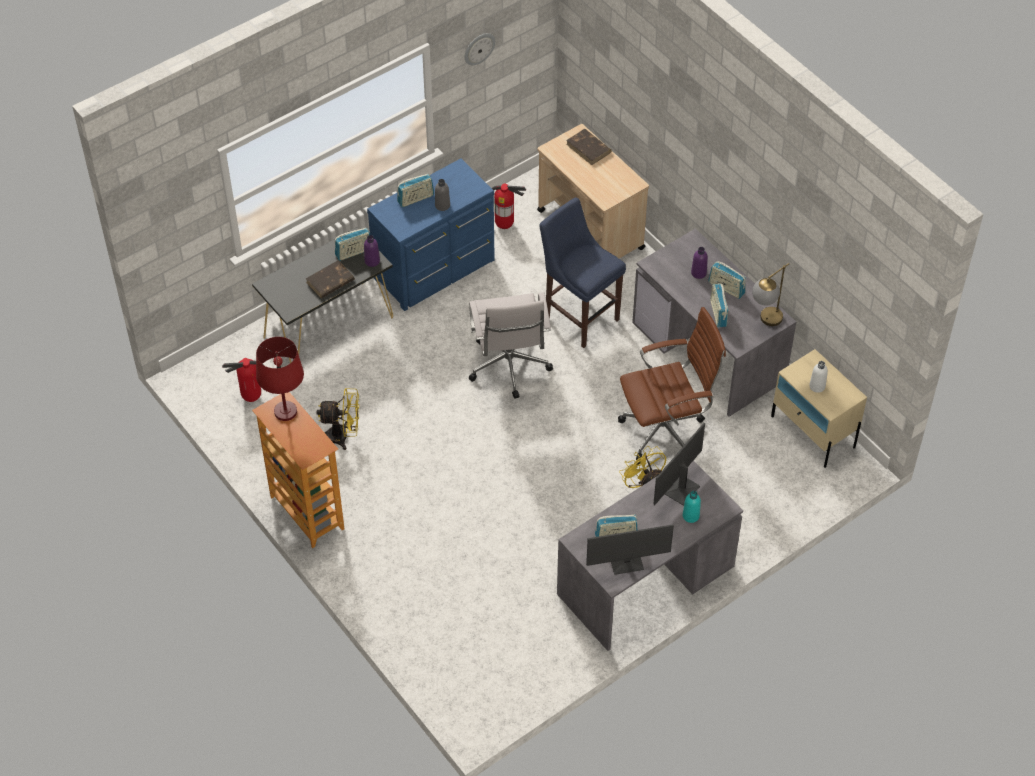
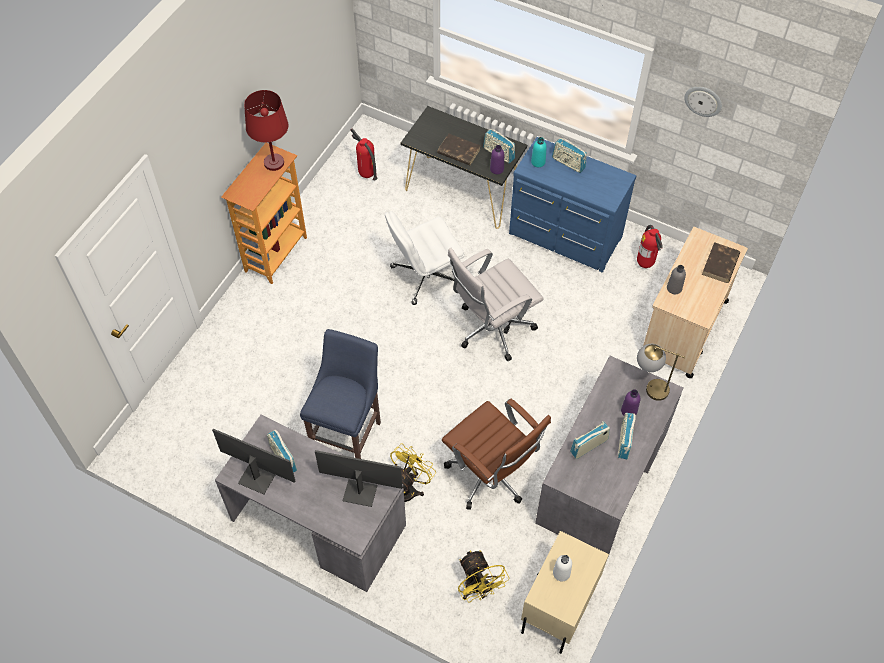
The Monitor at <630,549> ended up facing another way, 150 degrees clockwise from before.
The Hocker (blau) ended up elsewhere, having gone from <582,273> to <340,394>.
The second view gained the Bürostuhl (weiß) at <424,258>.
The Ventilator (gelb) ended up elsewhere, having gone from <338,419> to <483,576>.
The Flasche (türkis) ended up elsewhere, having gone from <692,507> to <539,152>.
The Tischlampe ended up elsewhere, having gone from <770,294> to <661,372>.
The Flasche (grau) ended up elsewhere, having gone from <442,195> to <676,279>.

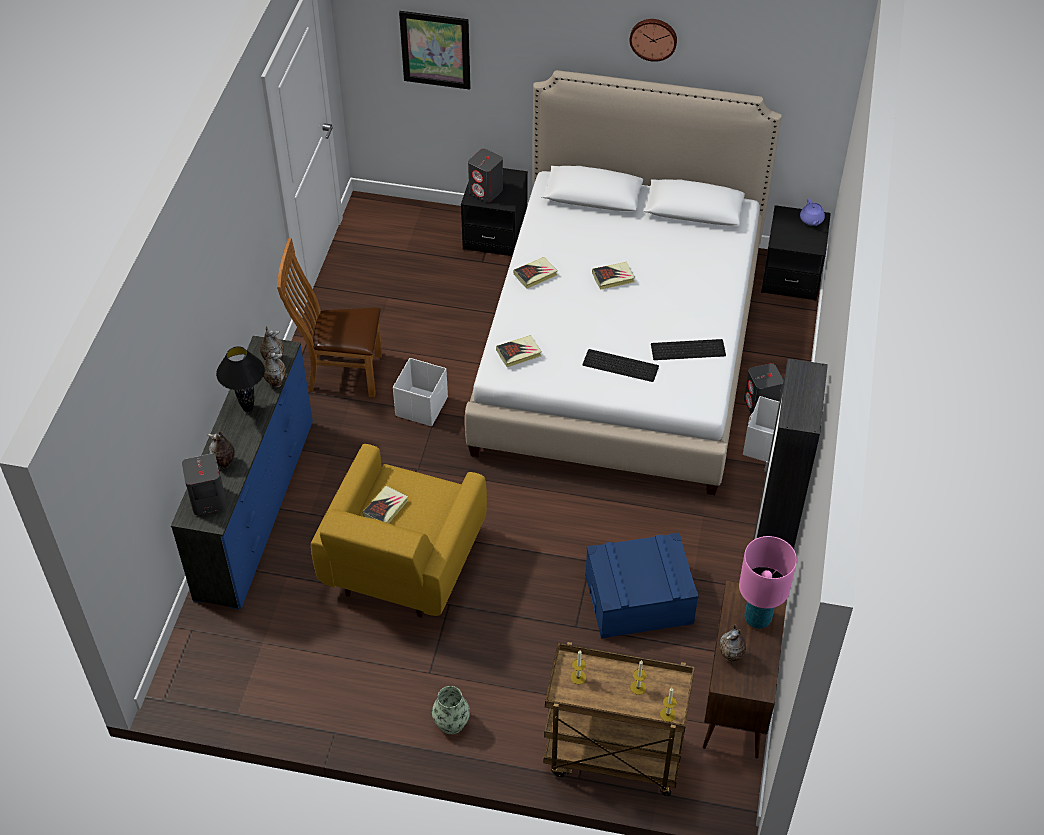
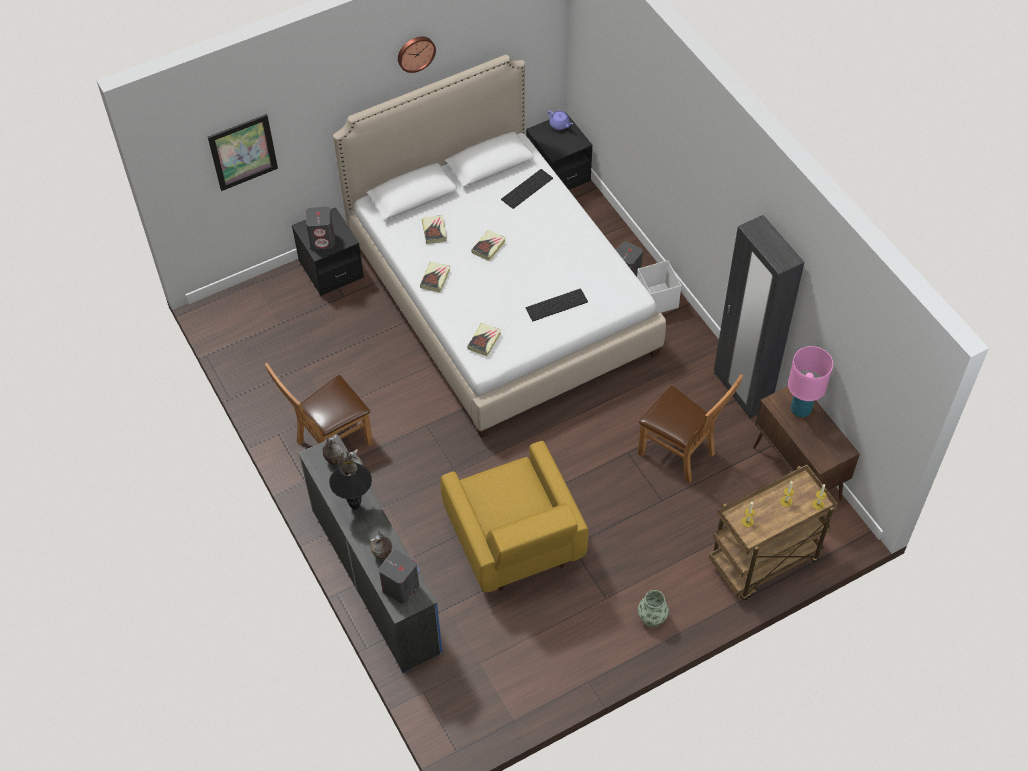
The Buch ended up elsewhere, having gone from <385,504> to <434,229>.
The Tastatur ended up elsewhere, having gone from <688,349> to <527,189>.
Where the Aufbewahrungsbox (blau) stood at <642,586>, the Stuhl (braun) came to stand at <690,428>.
The second view lost the Aufbewahrungsbox (weiß) at <420,392>.
The second view lost the Vase at <733,643>.

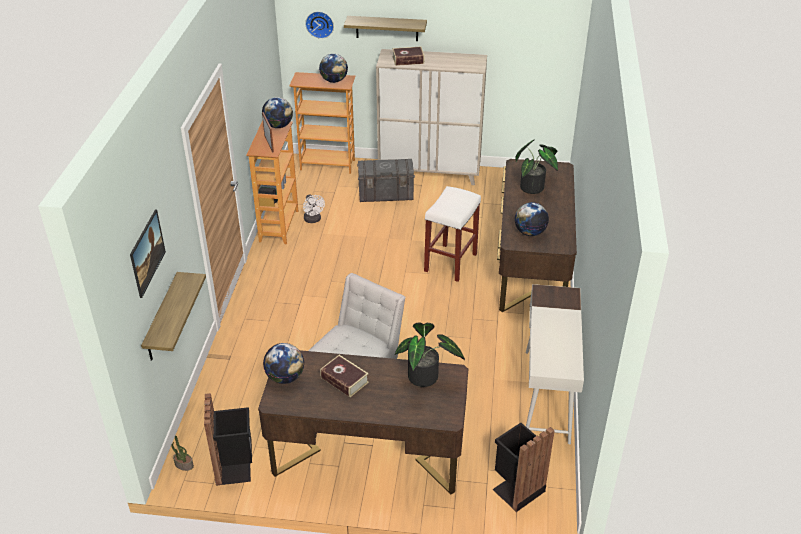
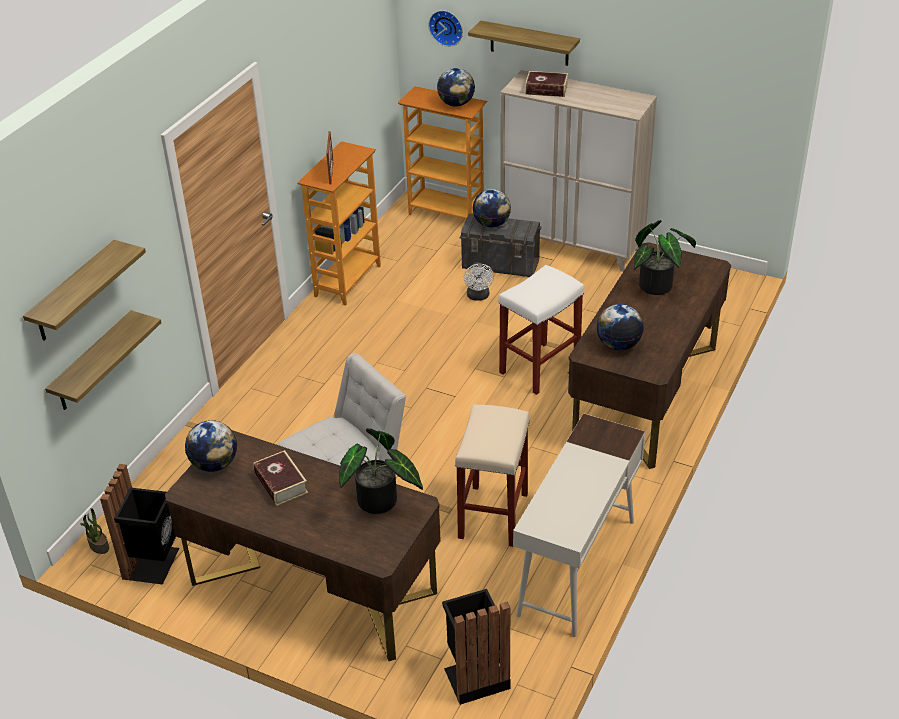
Where the Bild hung at <148,253>, the Wandregal came to hang at <84,290>.
The second view gained the Hocker (beige) at <492,475>.
The Ventilator (weiß) ended up elsewhere, having gone from <314,208> to <479,281>.
The Globus ended up elsewhere, having gone from <277,112> to <491,208>.

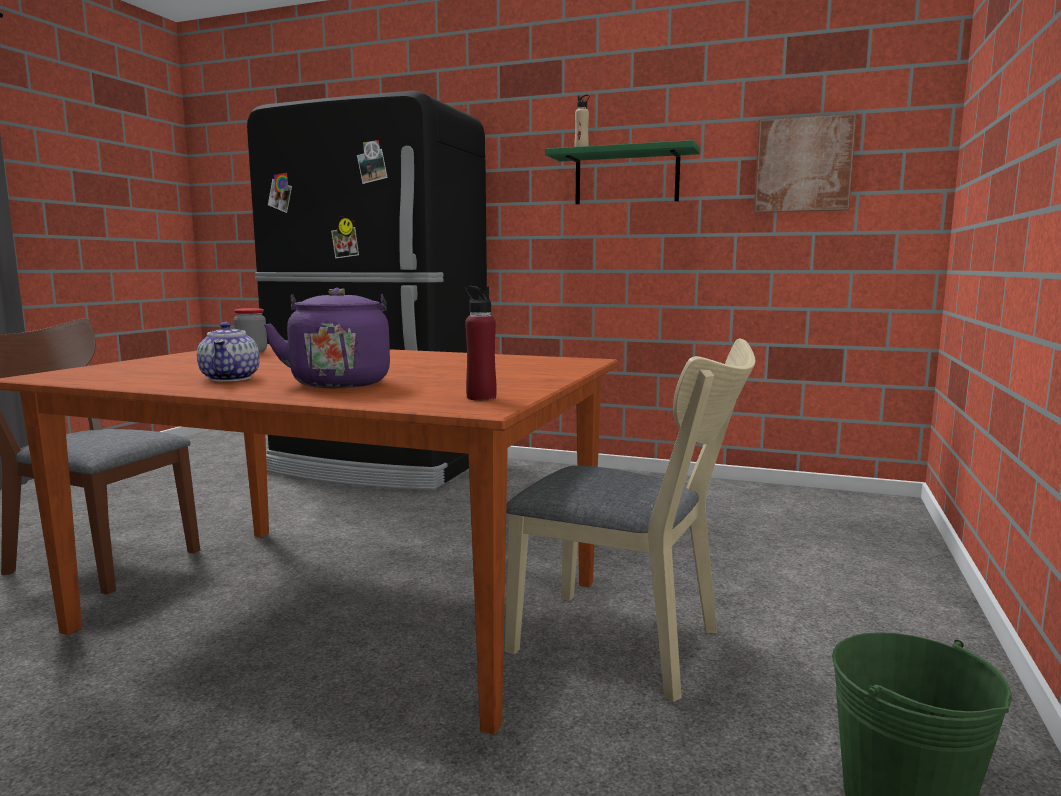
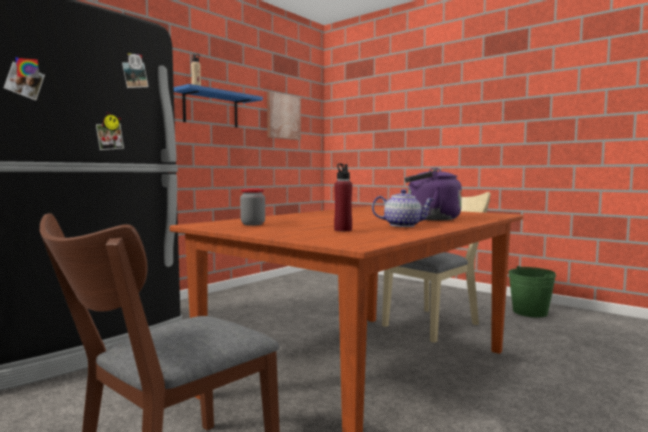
What was the Wandregal (grün) at <622,172> turned into the Wandregal (blau) at <218,105>.
The Flasche (rot) ended up elsewhere, having gone from <481,343> to <343,197>.

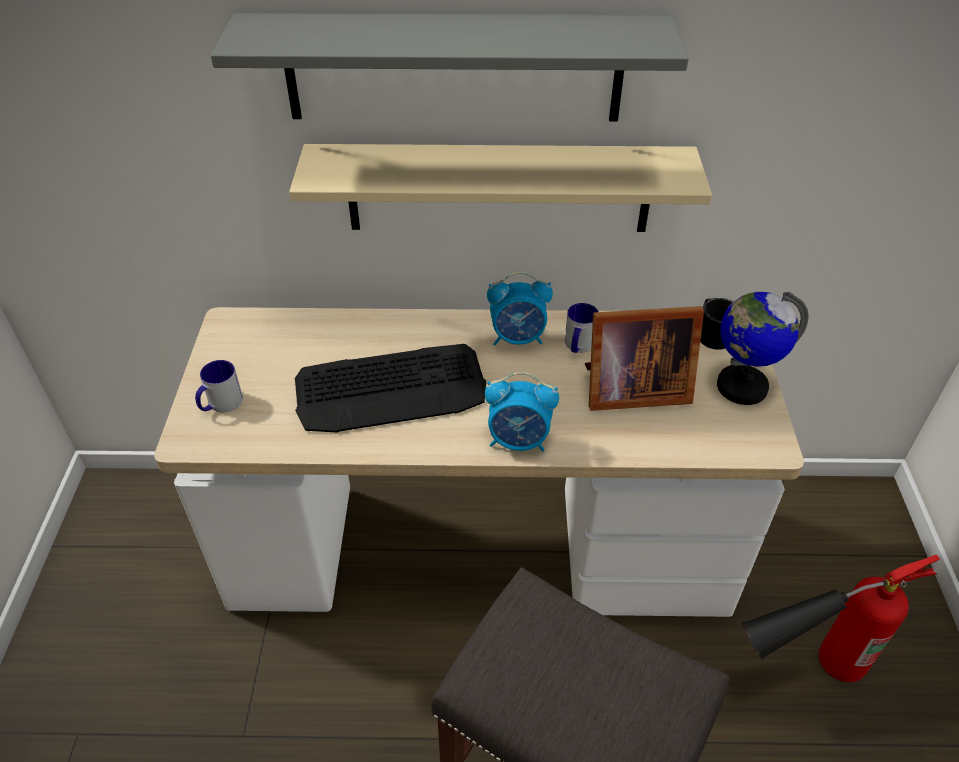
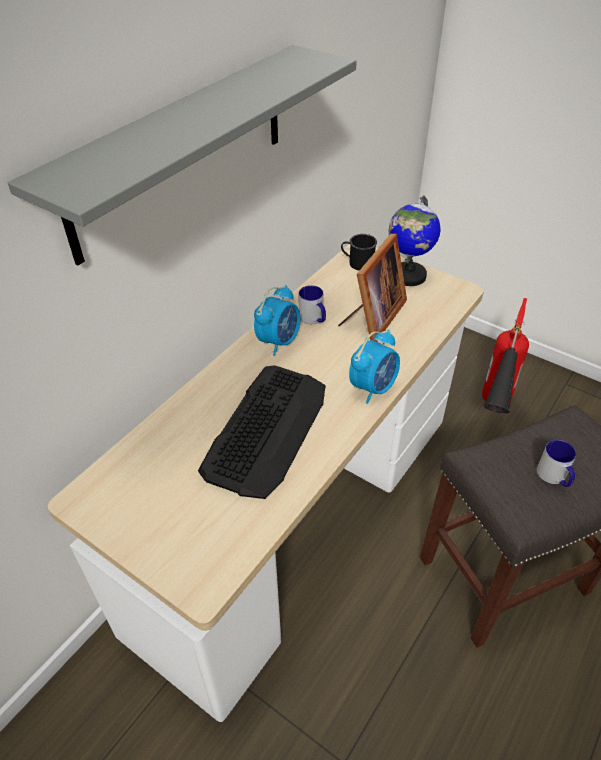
The Henkelbecher ended up elsewhere, having gone from <219,386> to <556,463>.
The second view lost the Wandregal (beige) at <500,188>.

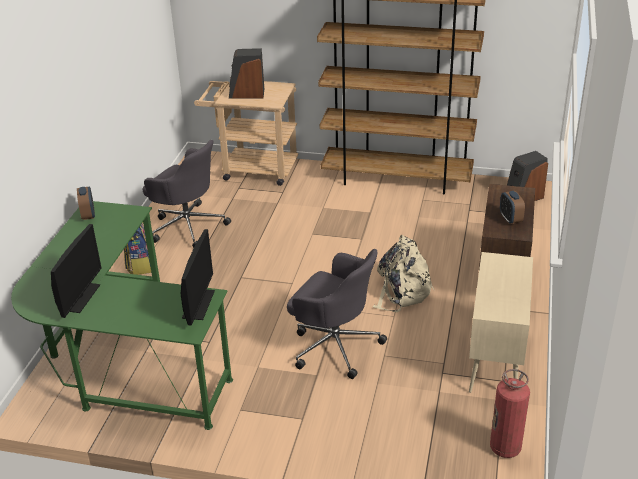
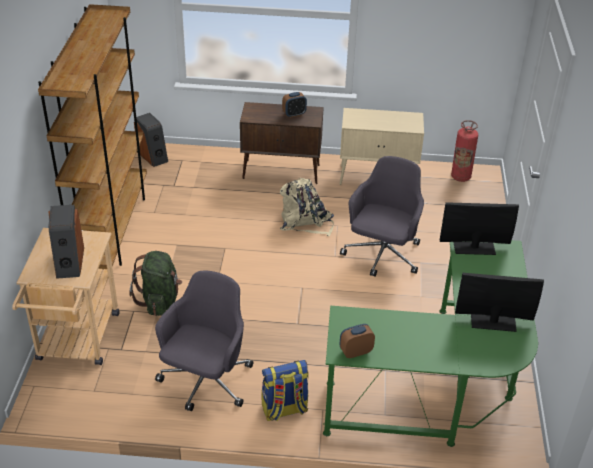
The second view gained the Rucksack (grün) at <155,283>.

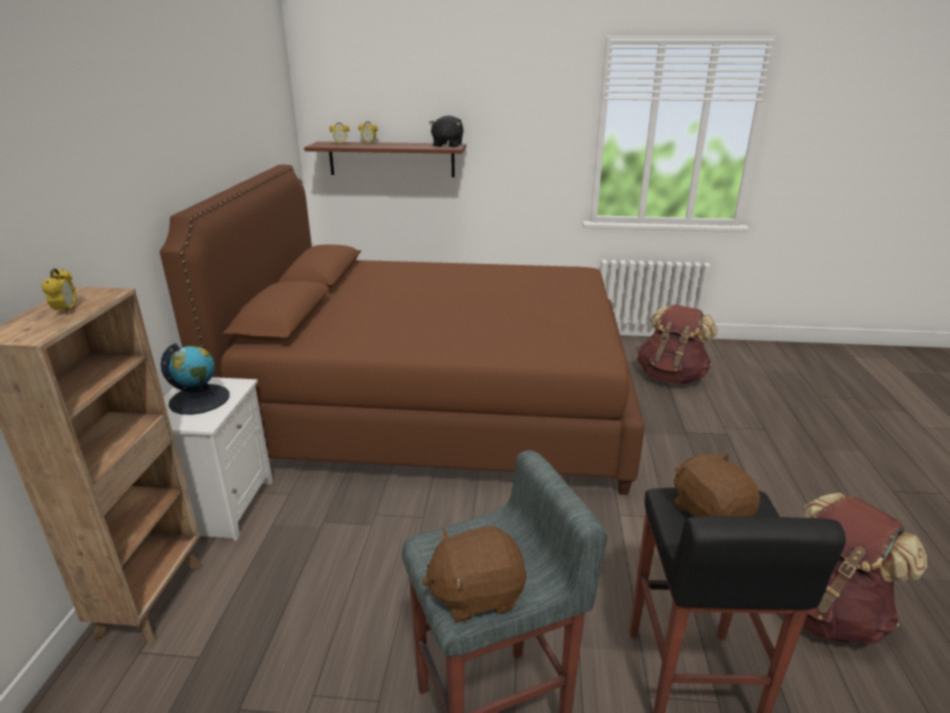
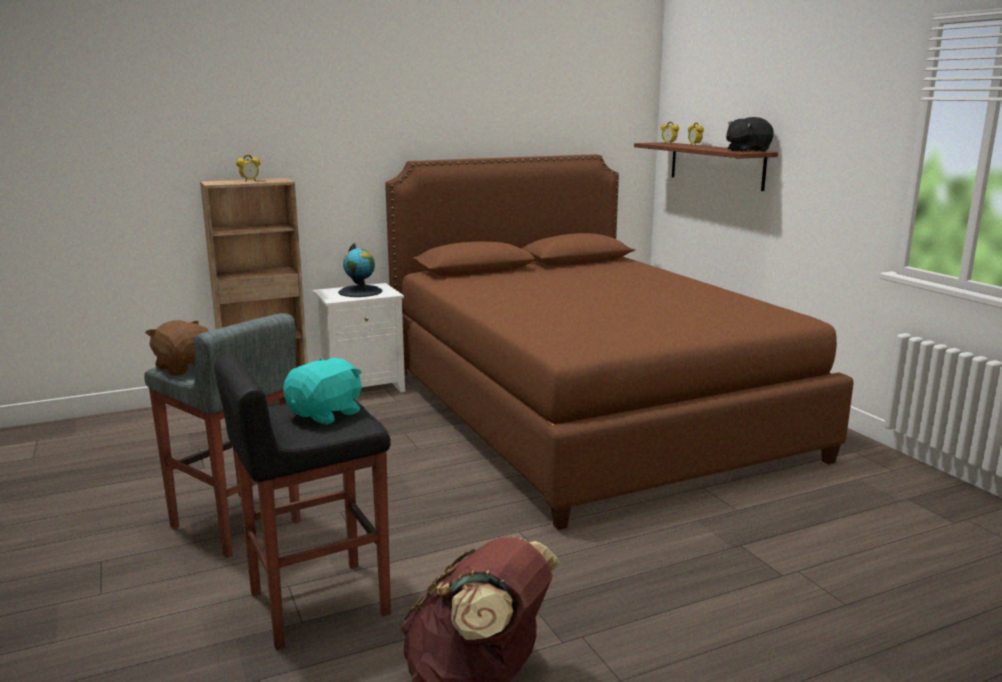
What was the Plüschtier (braun) at <716,485> turned into the Plüschtier (türkis) at <322,391>.
The second view lost the Rucksack (braun) at <677,344>.

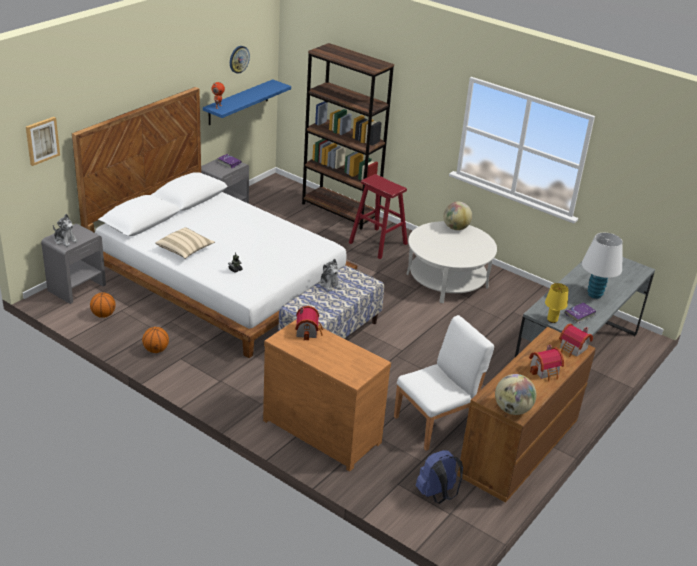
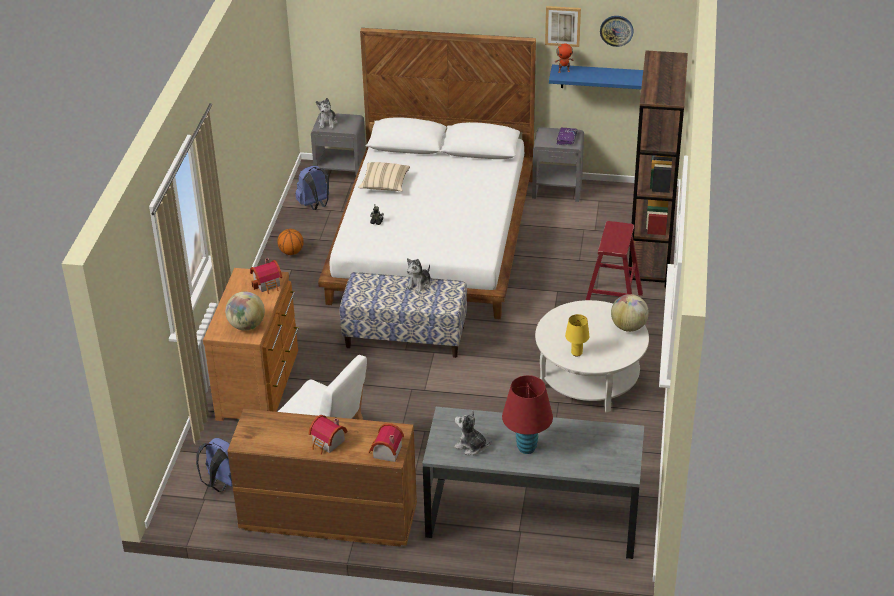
The Globus ended up elsewhere, having gone from <515,394> to <245,311>.
Where the Basketball stood at <103,305>, the Rucksack (blau) came to stand at <312,188>.
Where the Buch (lila) stood at <580,313>, the Plüschtier came to stand at <472,432>.
What was the Tischlampe (weiß) at <602,266> turned into the Tischlampe (rot) at <527,414>.
The Bild ended up elsewhere, having gone from <43,141> to <563,26>.
The Tischlampe (gelb) ended up elsewhere, having gone from <557,303> to <577,335>.

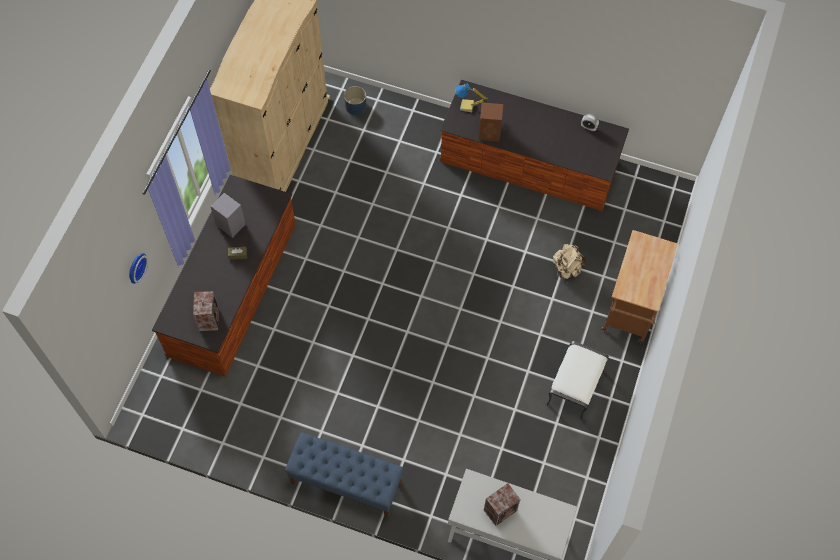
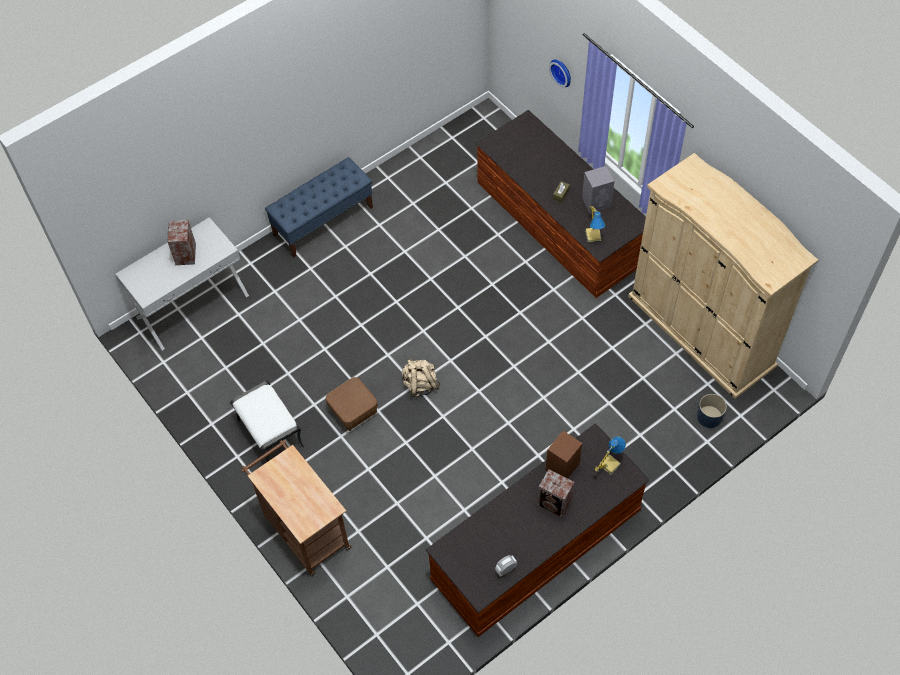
The second view gained the Polsterhocker (braun) at <352,404>.
The Rucksack (beige) ended up elsewhere, having gone from <569,261> to <421,377>.
The Lautsprecher ended up elsewhere, having gone from <206,311> to <556,494>.
The second view gained the Tischlampe at <595,223>.

